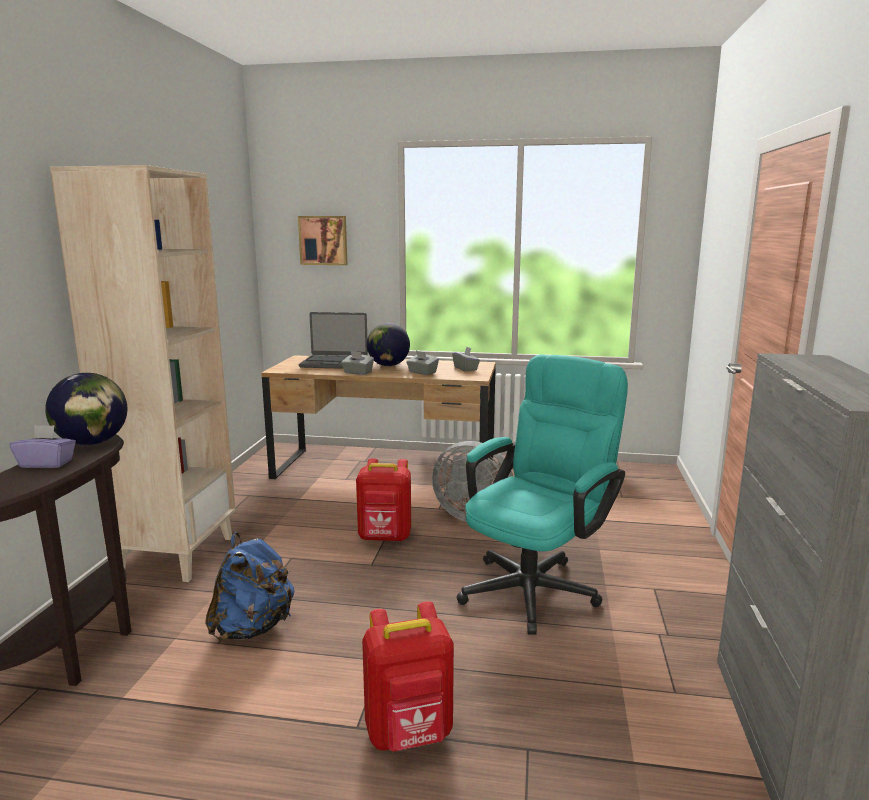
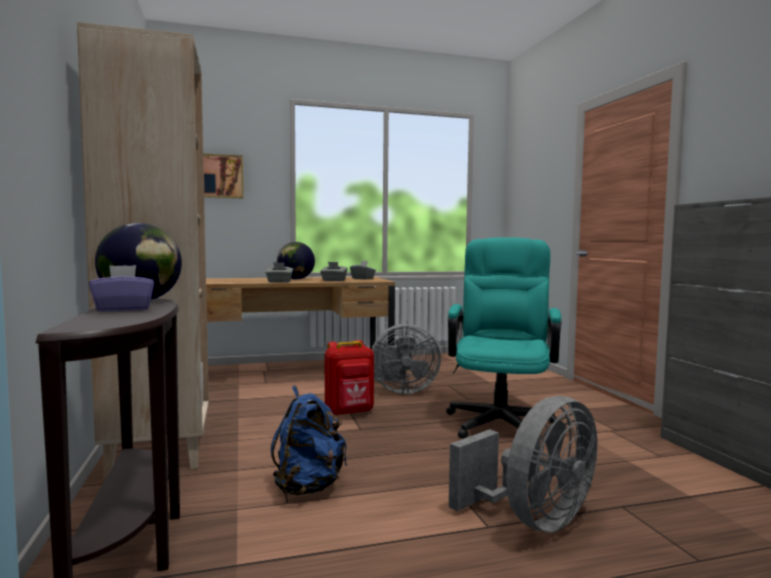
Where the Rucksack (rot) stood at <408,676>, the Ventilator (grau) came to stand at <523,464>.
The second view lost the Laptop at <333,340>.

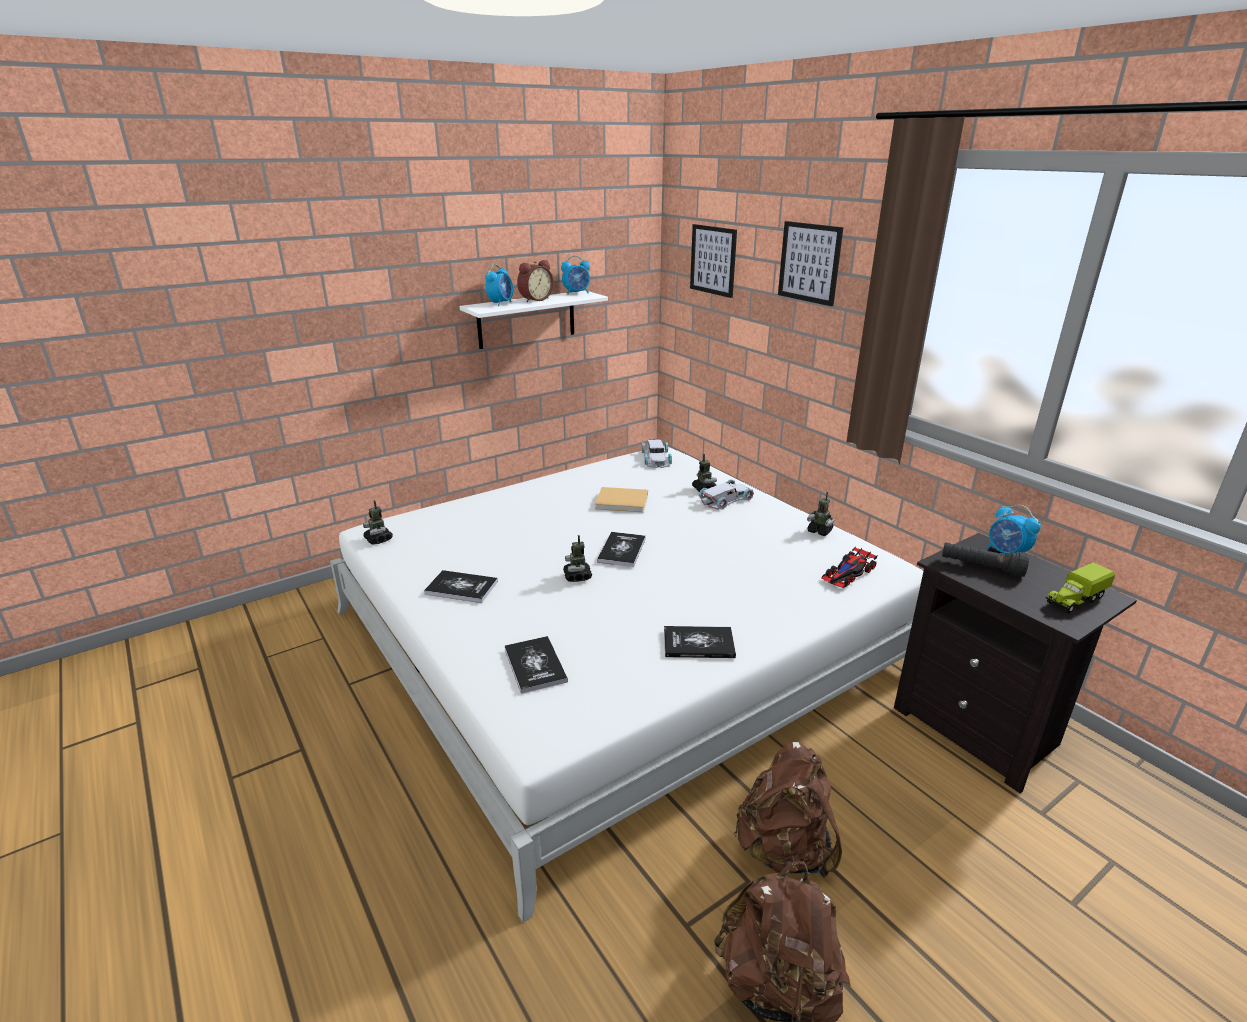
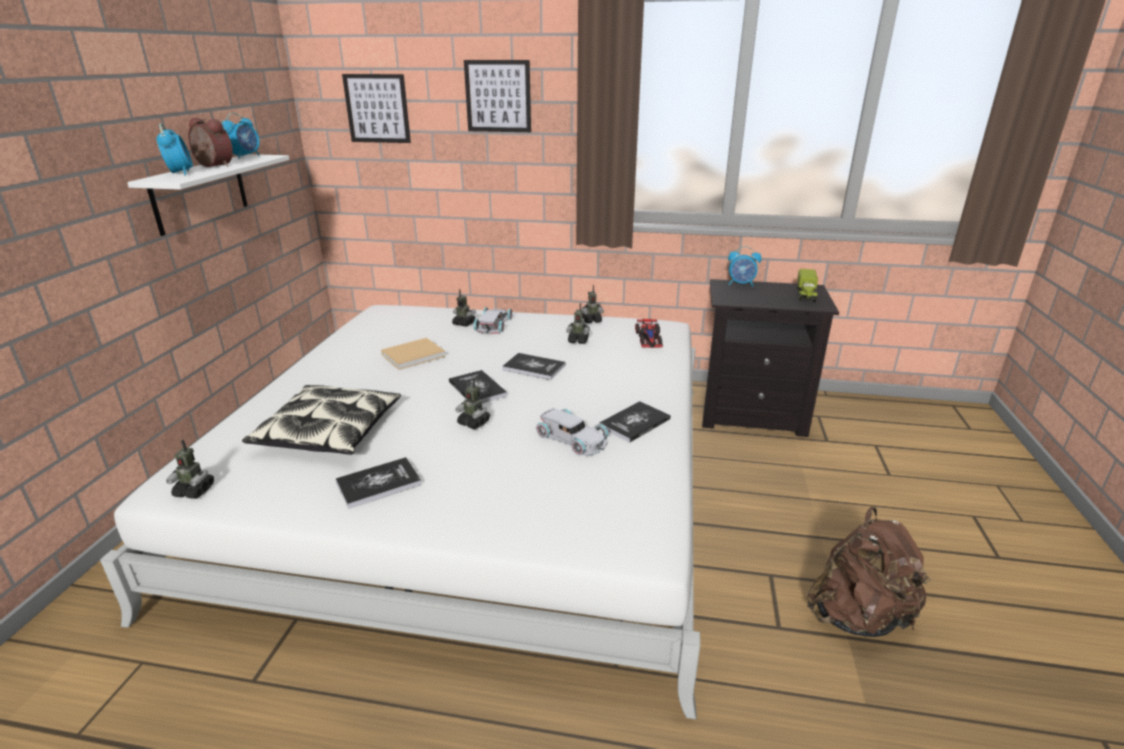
The Wecker at <535,281> ended up facing another way, 60 degrees counterclockwise from before.
The second view gained the Kissen at <321,420>.
The Buch ended up elsewhere, having gone from <536,665> to <534,366>.
The Spielzeugauto (weiß) ended up elsewhere, having gone from <657,453> to <572,432>.
The second view gained the Spielzeugroboter at <578,323>.
The second view lost the Rucksack (braun) at <788,810>.
The second view lost the Taschenlampe (schwarz) at <985,559>.

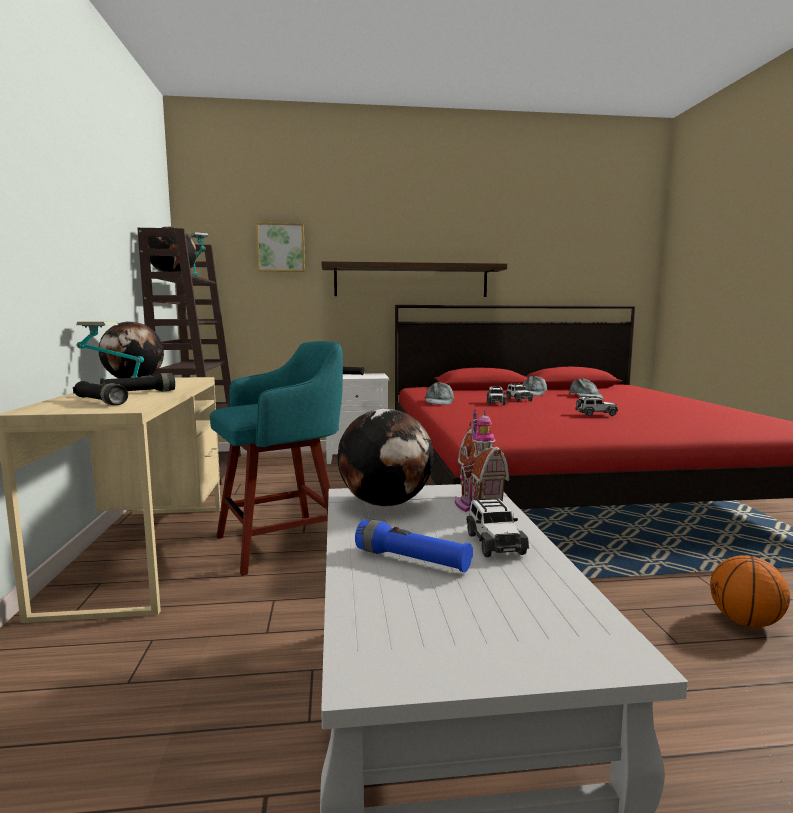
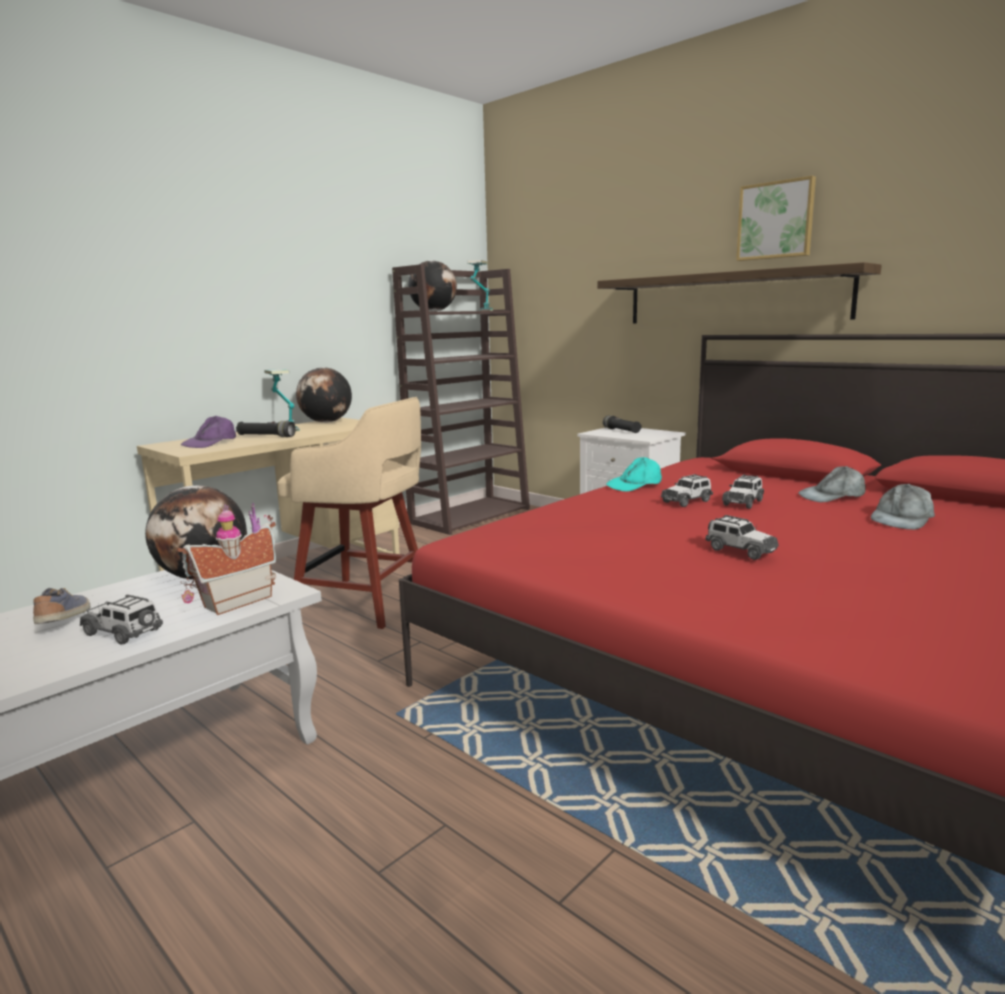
Where the Taschenlampe (blau) stood at <414,545>, the Schuh came to stand at <61,606>.
The Spielzeugauto at <497,527> ended up facing another way, 75 degrees clockwise from before.
Where the Taschenlampe (schwarz) stood at <100,393>, the Kappe (lila) came to stand at <208,432>.
What was the Hocker (türkis) at <276,458> turned into the Hocker (beige) at <349,513>.
What was the Kappe (grau) at <440,393> turned into the Kappe (türkis) at <634,474>.
The Bild ended up elsewhere, having gone from <280,247> to <776,218>.
The second view lost the Basketball at <750,591>.

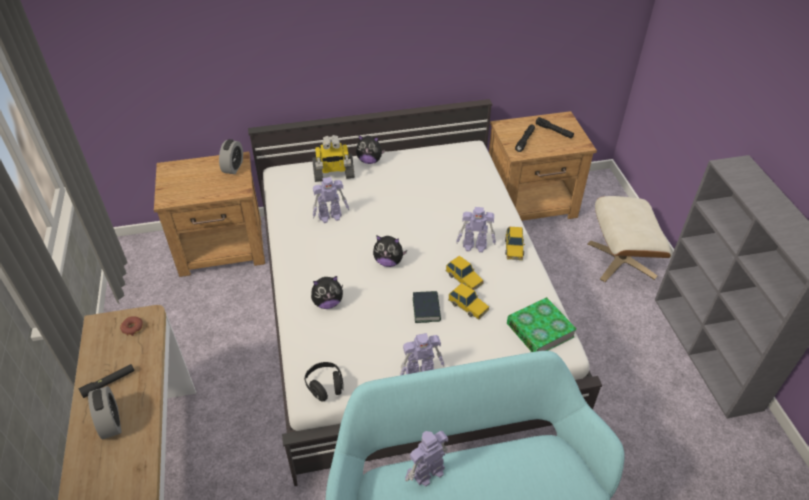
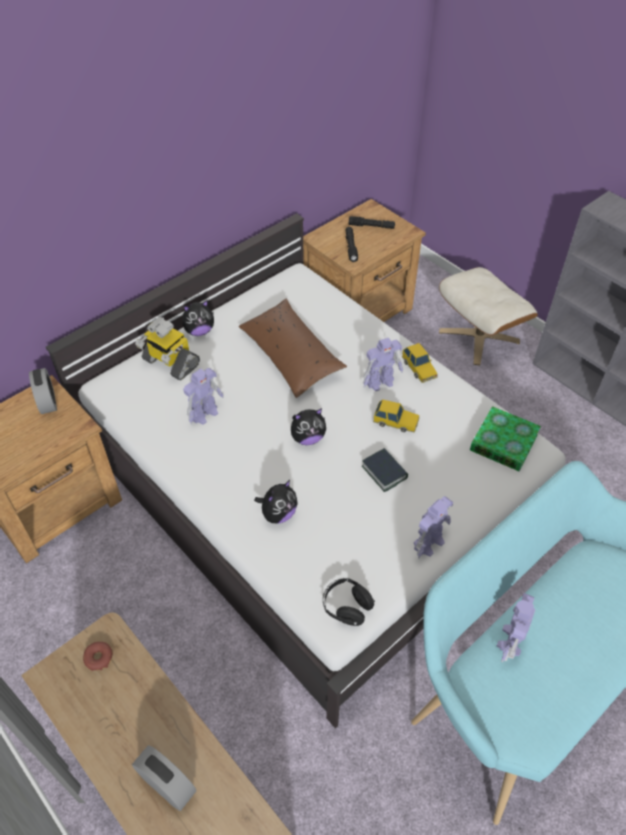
The Spielzeugroboter at <333,158> ended up facing another way, 75 degrees clockwise from before.
The second view gained the Kissen (braun) at <292,348>.
The second view lost the Taschenlampe (schwarz) at <107,381>.
The second view lost the Spielzeugauto at <468,301>.

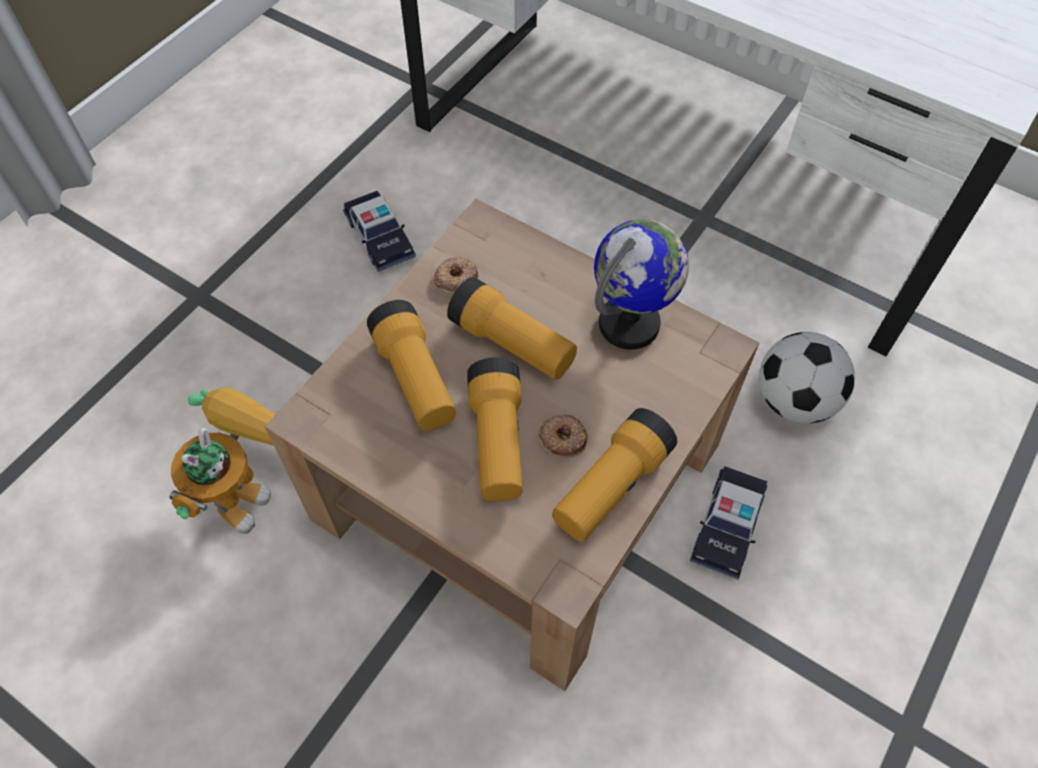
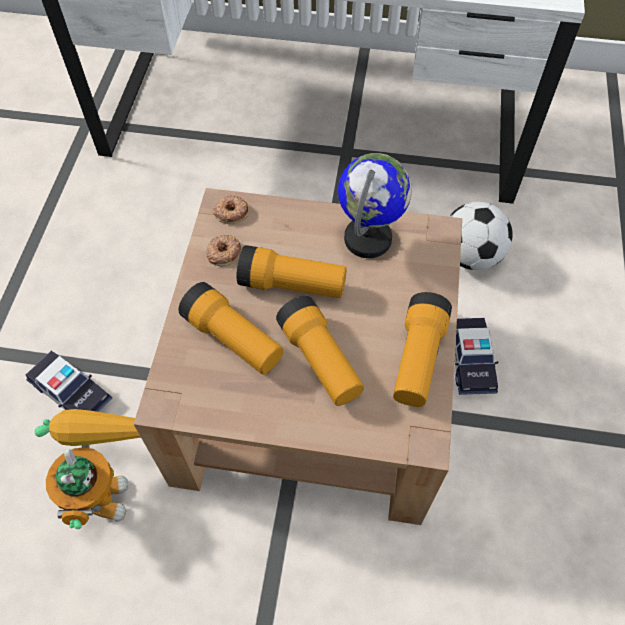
The Spielzeugauto ended up elsewhere, having gone from <379,231> to <69,381>.
The Donut ended up elsewhere, having gone from <563,436> to <231,209>.

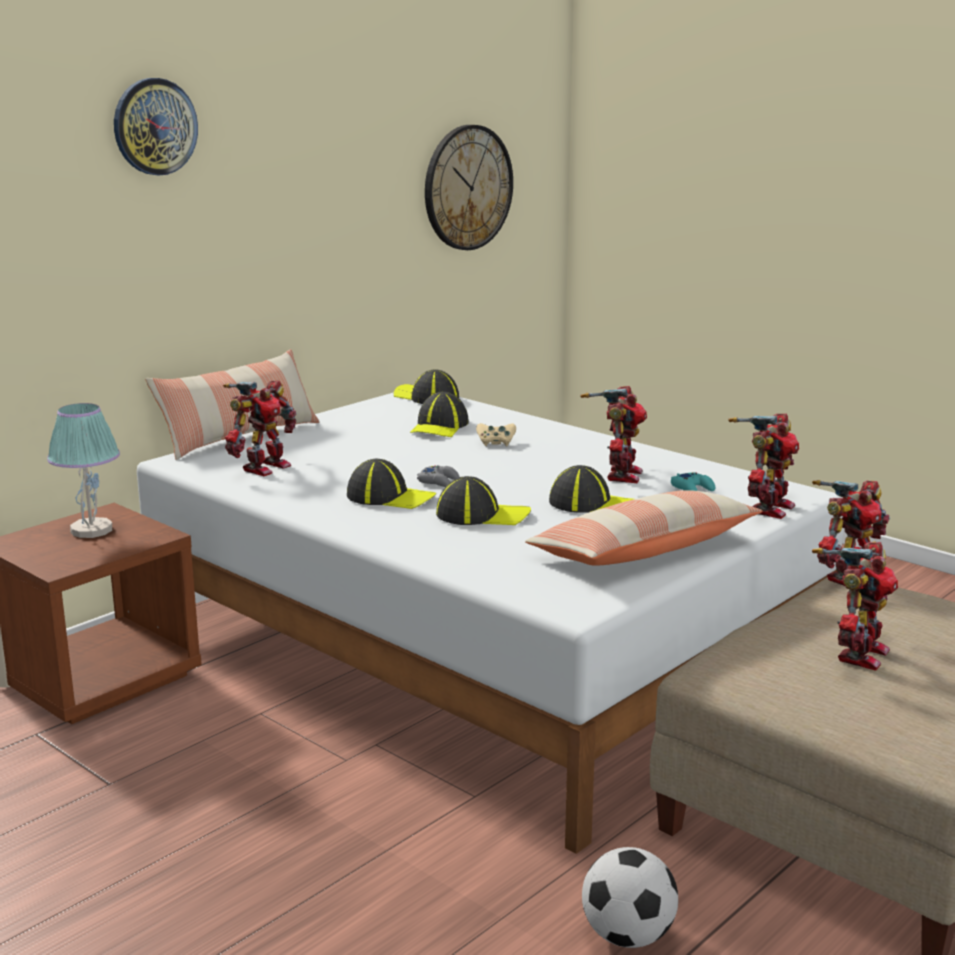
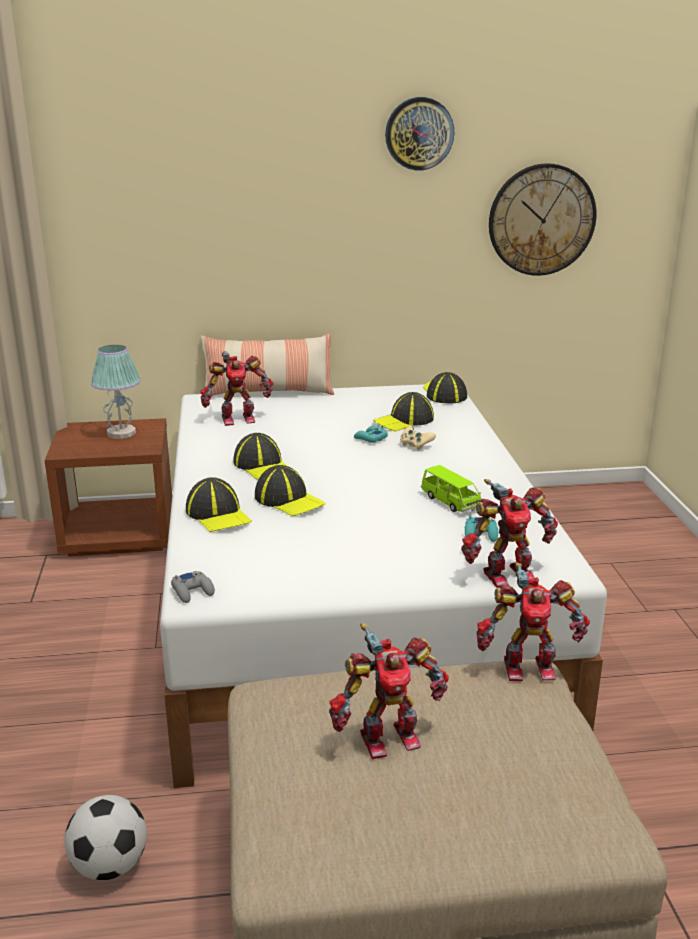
The Gamepad (grau) ended up elsewhere, having gone from <438,476> to <193,587>.
The Kappe ended up elsewhere, having gone from <591,489> to <219,504>.
The second view gained the Gamepad (türkis) at <371,434>.
The Wanduhr ended up elsewhere, having gone from <156,127> to <419,134>.
Where the Spielzeugroboter stood at <614,434>, the Spielzeugauto (grün) came to stand at <451,488>.
The second view lost the Kissen at <644,528>.

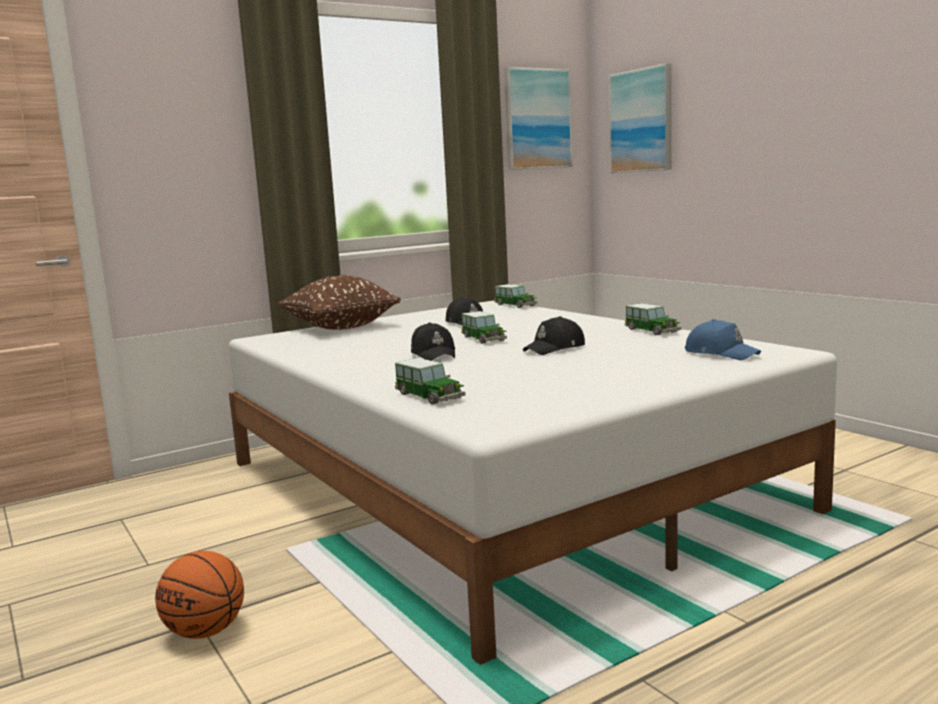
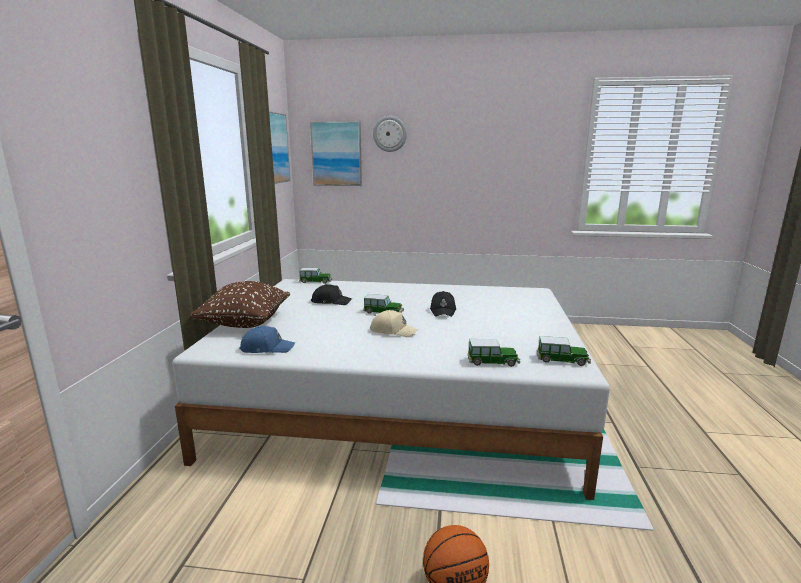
The Kappe (blau) ended up elsewhere, having gone from <723,339> to <267,339>.
What was the Kappe (schwarz) at <433,341> turned into the Kappe (beige) at <394,323>.
The second view gained the Wanduhr at <390,134>.
The Spielzeugauto ended up elsewhere, having gone from <653,319> to <564,351>.

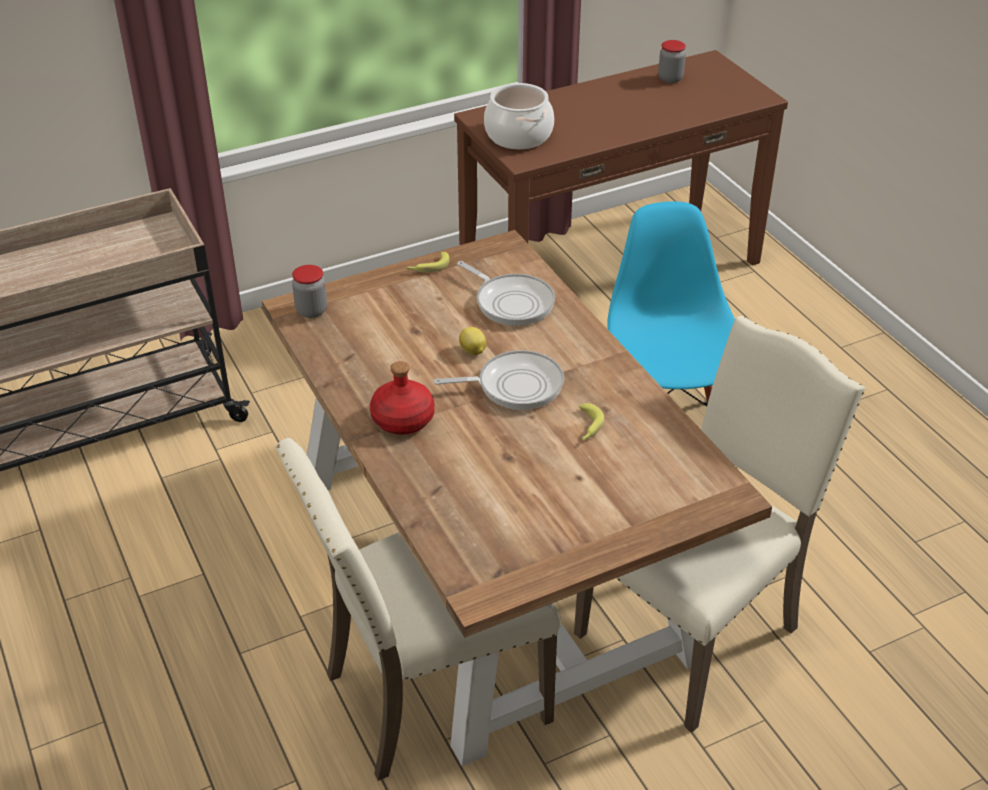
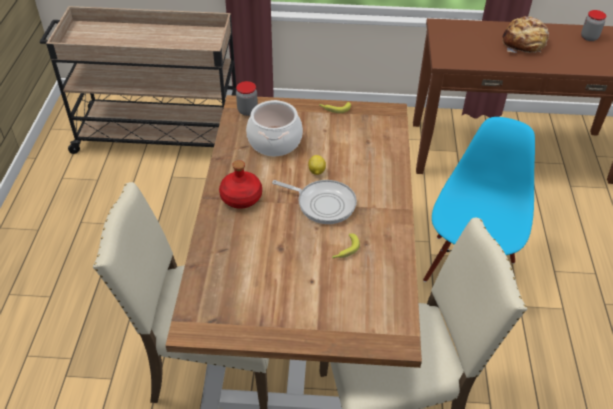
The Kochtopf ended up elsewhere, having gone from <519,116> to <274,128>.
The second view gained the Brot at <525,34>.
The second view lost the Pfanne at <506,293>.

